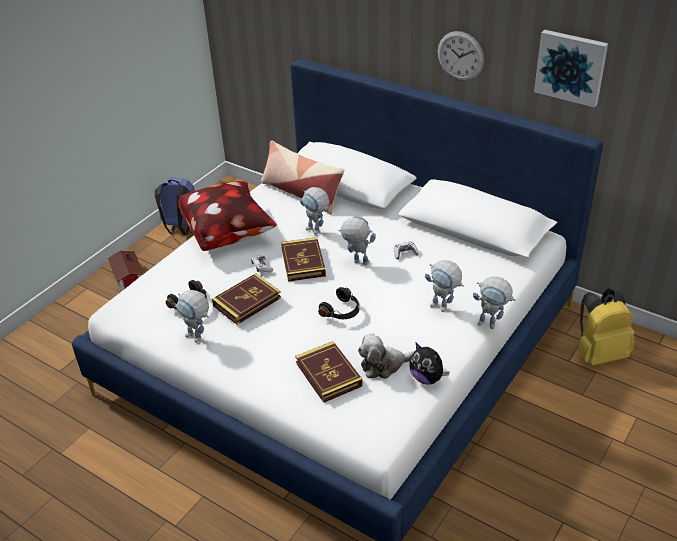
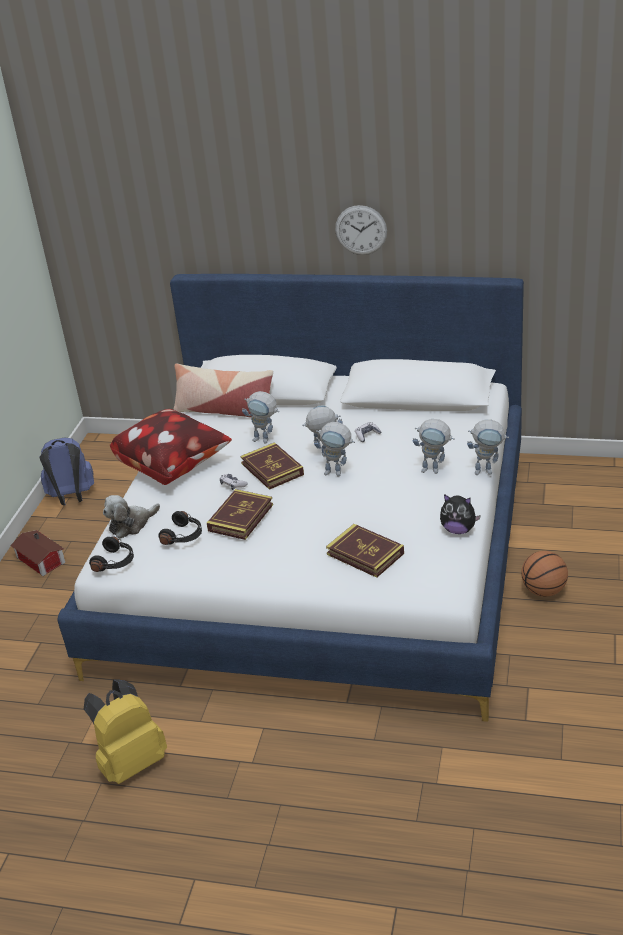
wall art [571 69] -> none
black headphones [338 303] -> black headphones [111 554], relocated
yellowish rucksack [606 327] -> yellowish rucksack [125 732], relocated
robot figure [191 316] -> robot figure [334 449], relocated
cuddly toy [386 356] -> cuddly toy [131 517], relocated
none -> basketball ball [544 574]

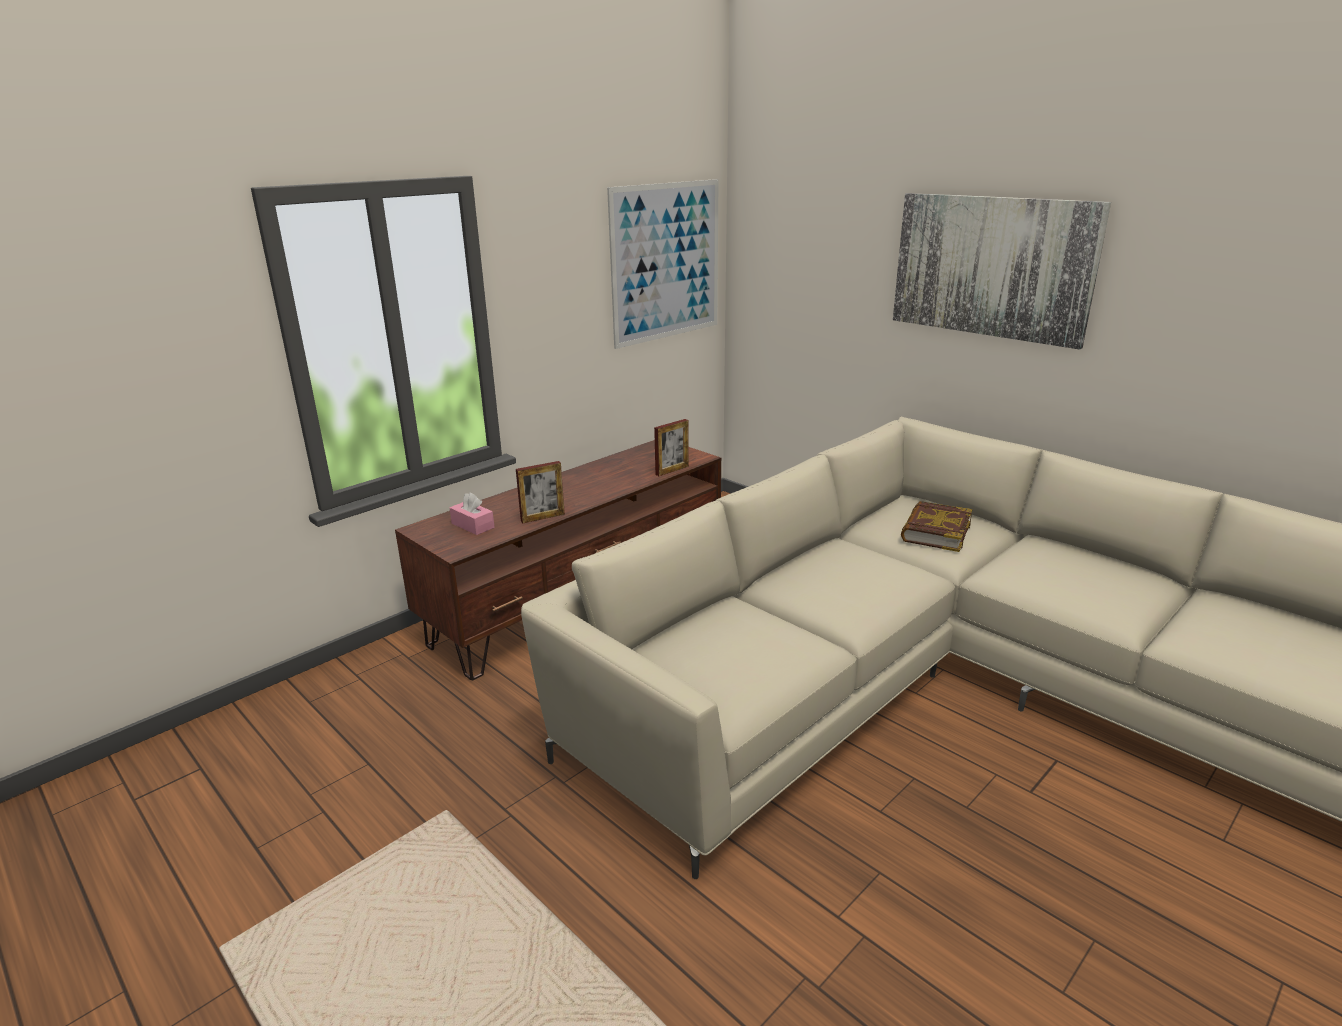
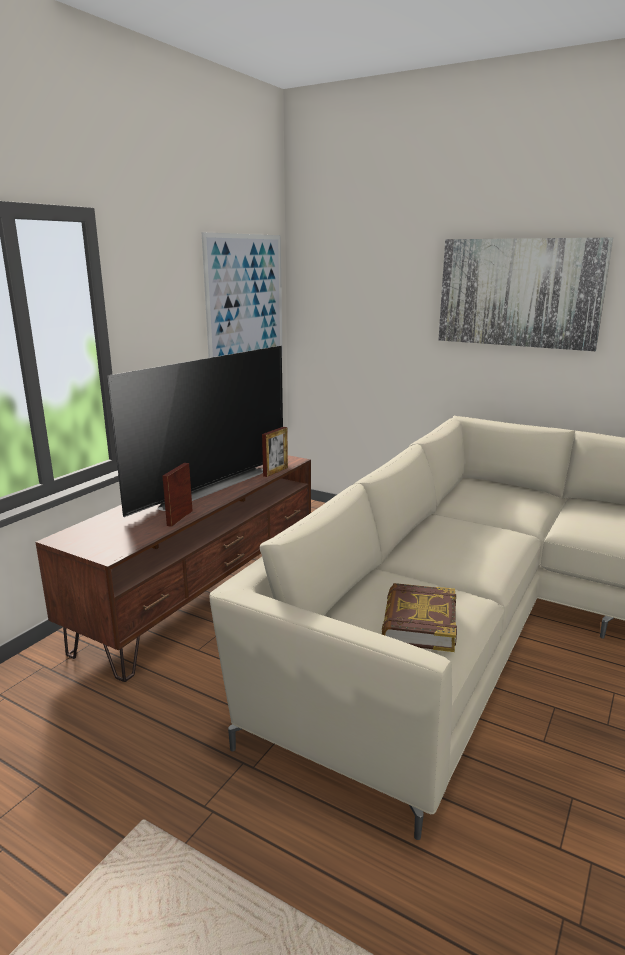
photo frame [540 492] -> photo frame [178 495], 150 degrees clockwise
pink tissue box [472 513] -> none
book [936 526] -> book [419 617], relocated
none -> TV [195 431]

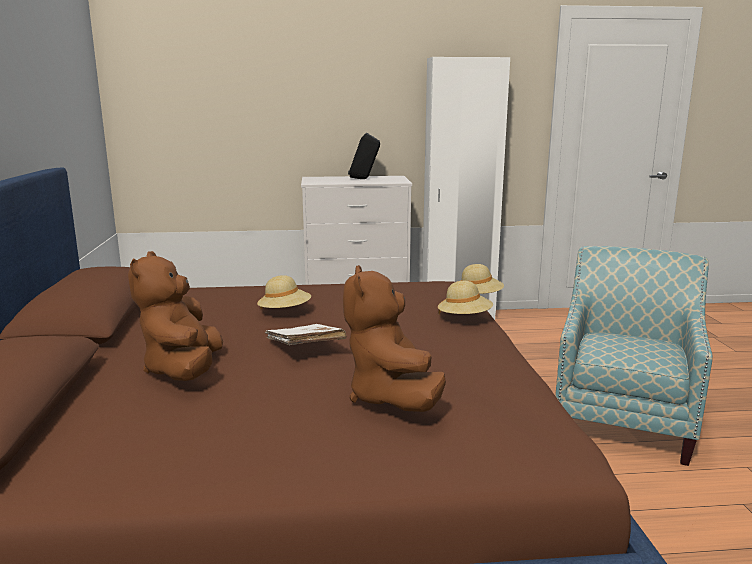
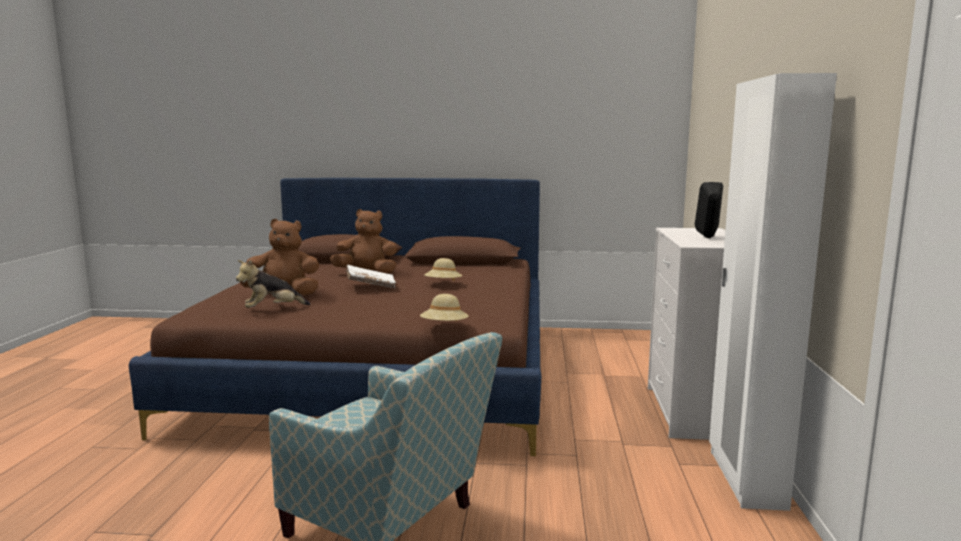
beige-coloured hat [465 297] -> none
none -> cuddly toy [273 284]

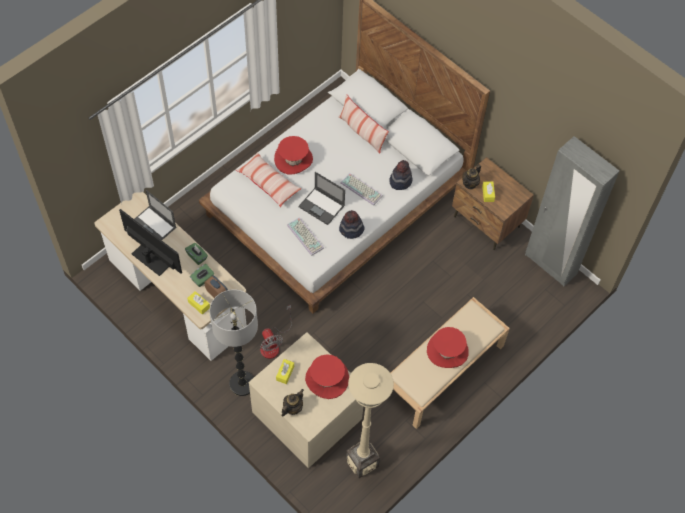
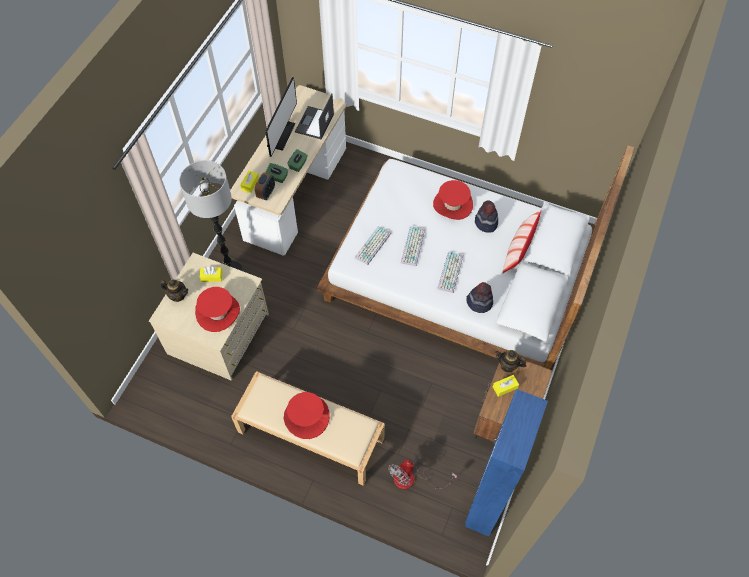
grey clothes cupboard [572 211] -> blue clothes cupboard [506 463]
pillow [268 179] -> none
portable computer [321 198] -> computer keyboard [413 246]
hat [352 224] -> hat [486 216], relocated
electric fan [276 332] -> electric fan [423 474], relocated
beige-coloured standard lamp [370 420] -> none

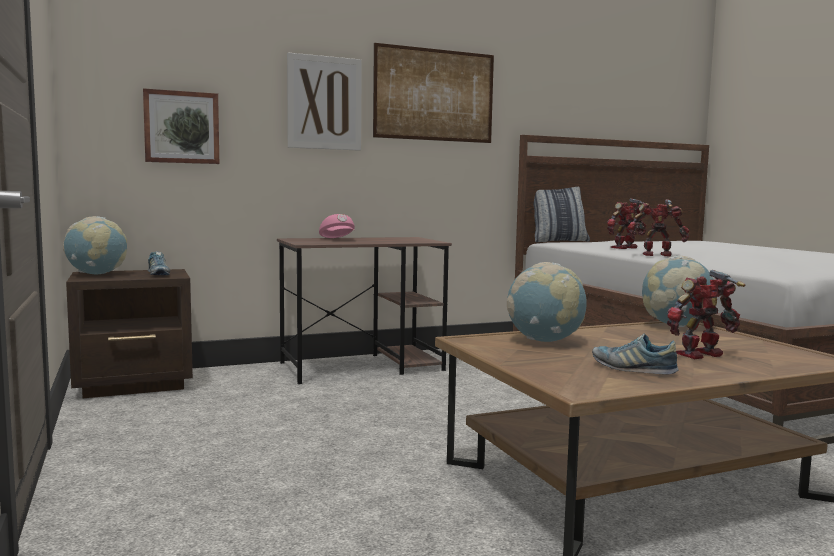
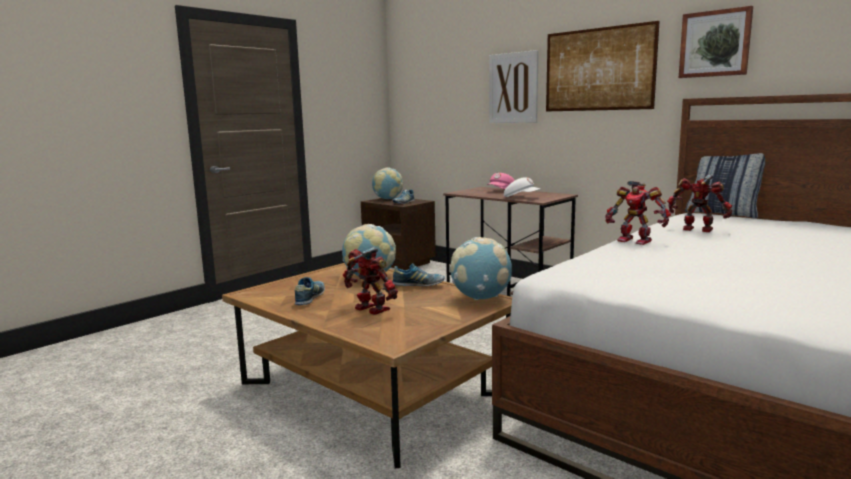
wall art [181 126] -> wall art [716 42], relocated
robot figure [658 227] -> robot figure [638 213], 150 degrees clockwise
none -> white-coloured baseball cap [522 187]
none -> shoe [418 274]

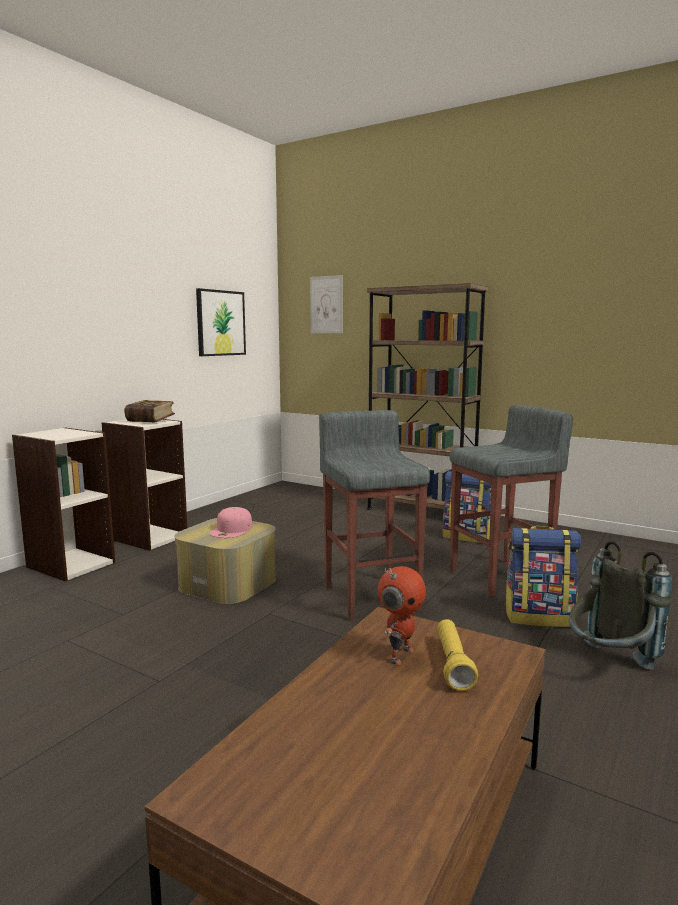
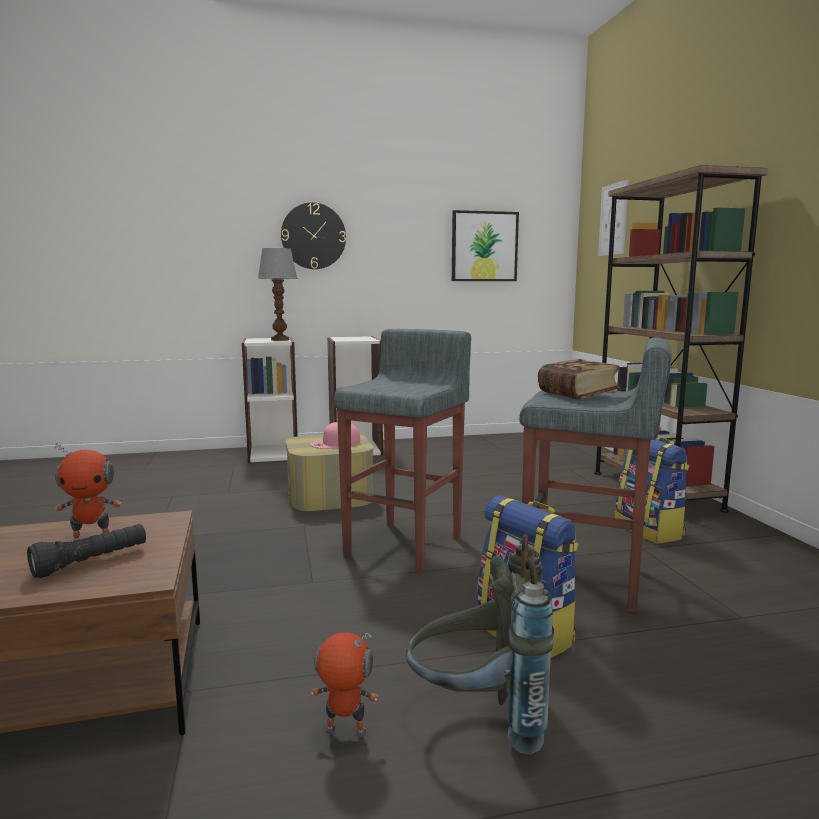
book [149 411] -> book [579 379], relocated
yellowish torch [457 655] -> black torch [86 551]
none -> wall clock [313 235]
none -> lamp for a table [278 294]
none -> robot figure [344 684]

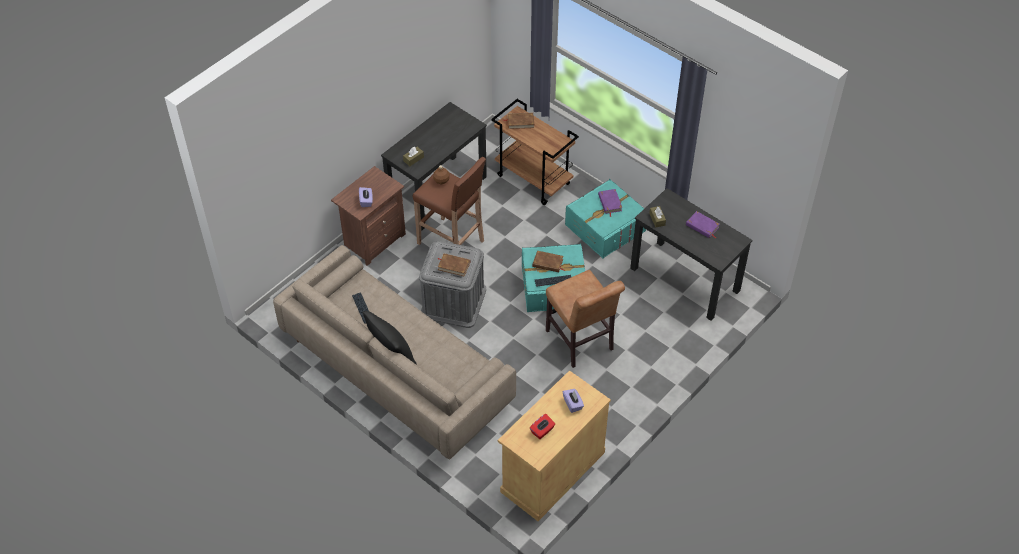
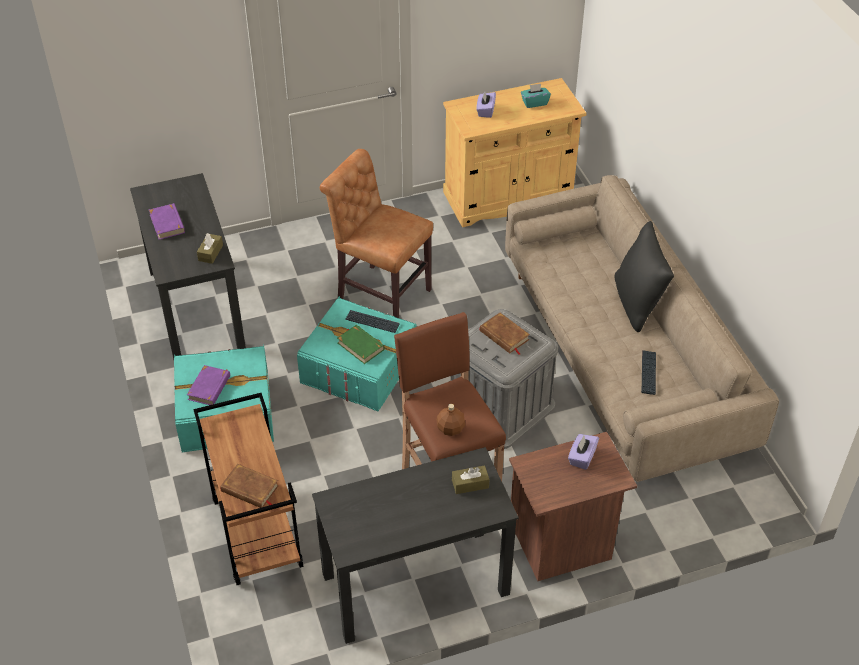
brown-coloured book [548 261] -> green book [360 344]
brown-coloured upright chair [585 319] -> brown-coloured upright chair [376 233], 60 degrees counterclockwise
red tissue box [542 426] -> turquoise tissue box [536 96]

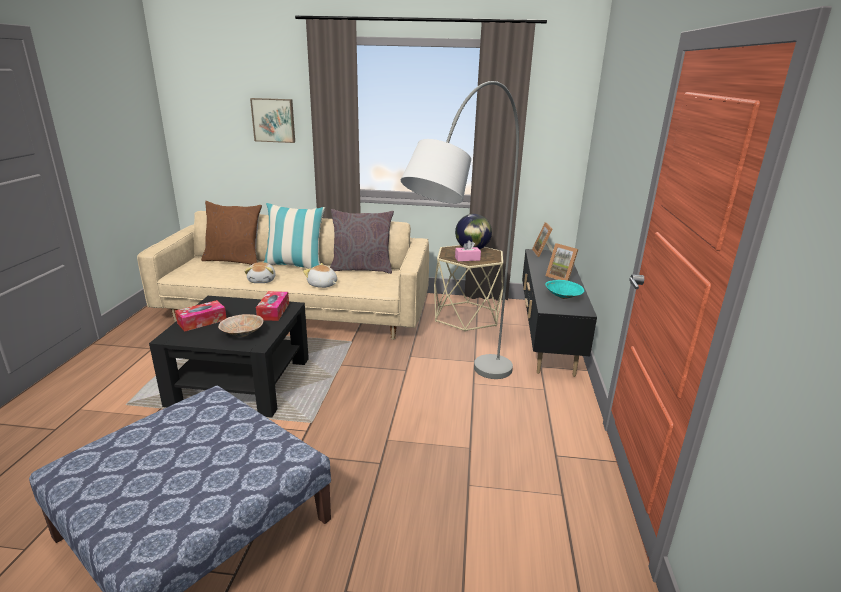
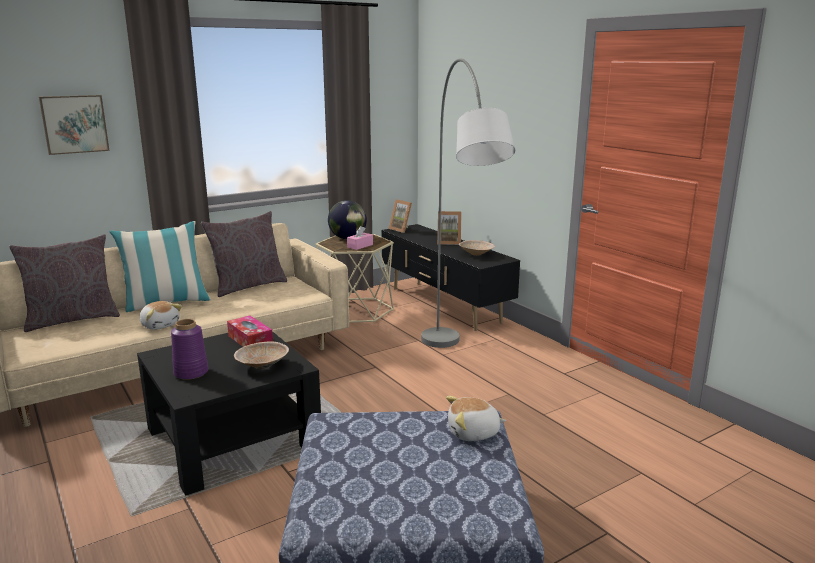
brown-coloured pillow [231 233] -> grey pillow [64 283]
cuddly toy [320 275] -> cuddly toy [476 418], relocated
turquoise deep dish [564 289] -> beige-coloured deep dish [477 248]
tissue box [200 316] -> purple decorative vase [189 349]

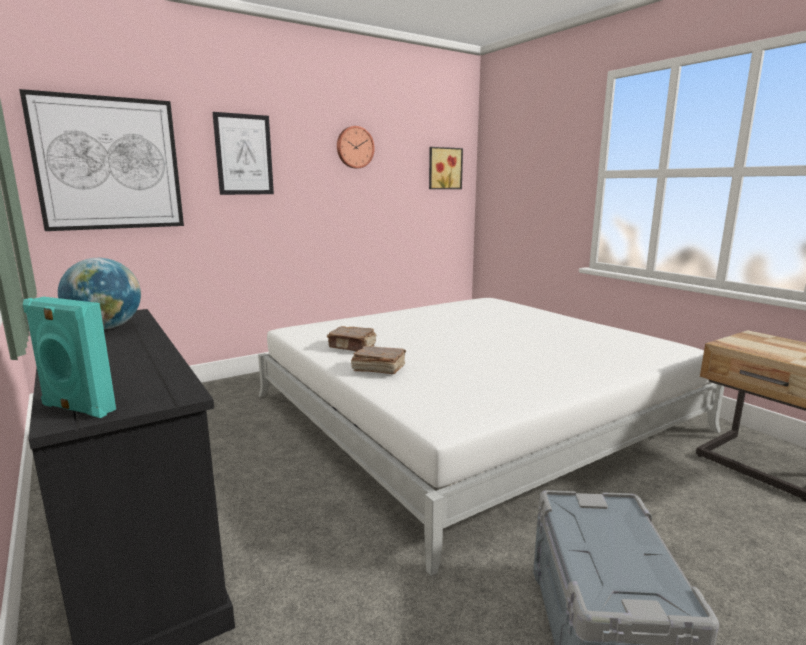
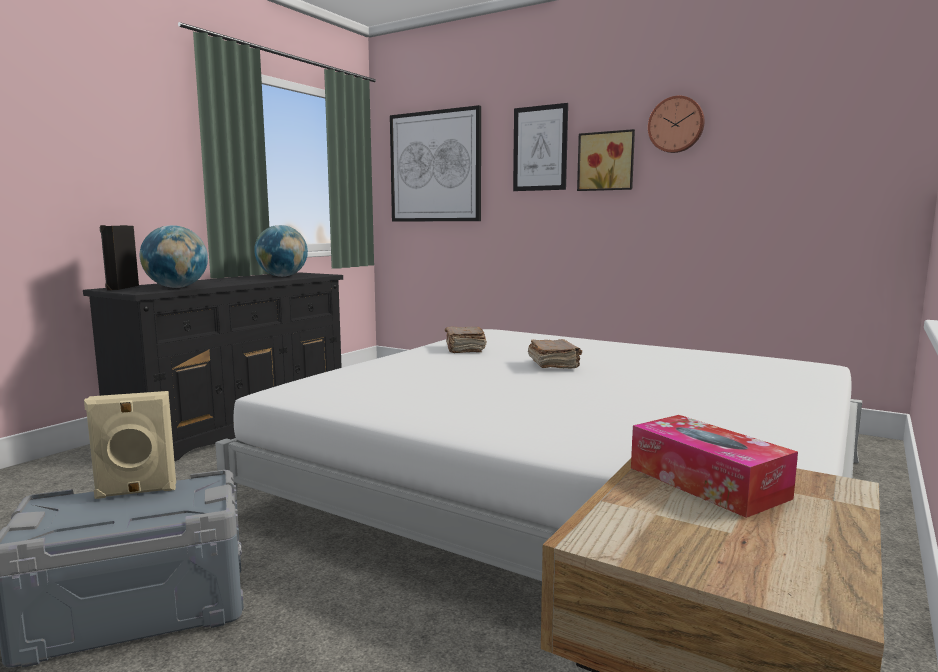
wall art [446 168] -> wall art [606 160], relocated
turquoise speaker [69 357] -> black speaker [119 258]
brown-coloured book [378 360] -> brown-coloured book [555 354], relocated
none -> globe [174 256]
none -> beige-coloured speaker [130 445]
none -> tissue box [714 466]

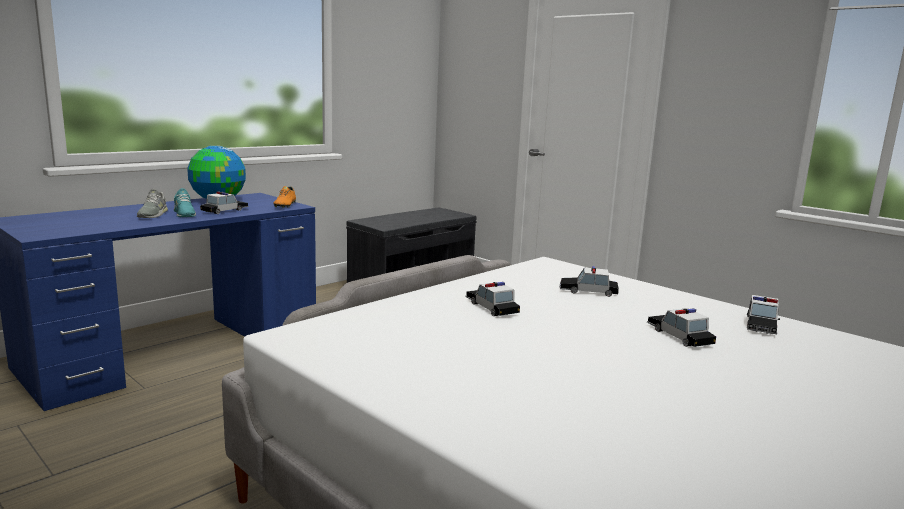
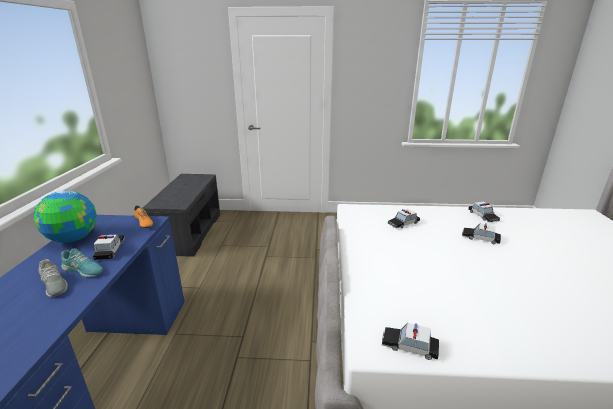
toy car [492 299] -> toy car [410 341], relocated

